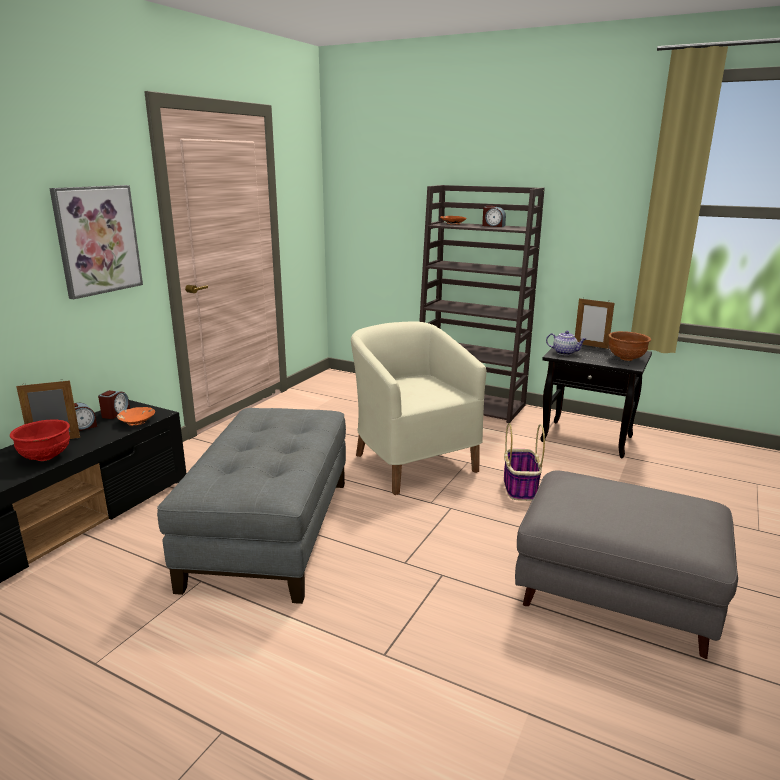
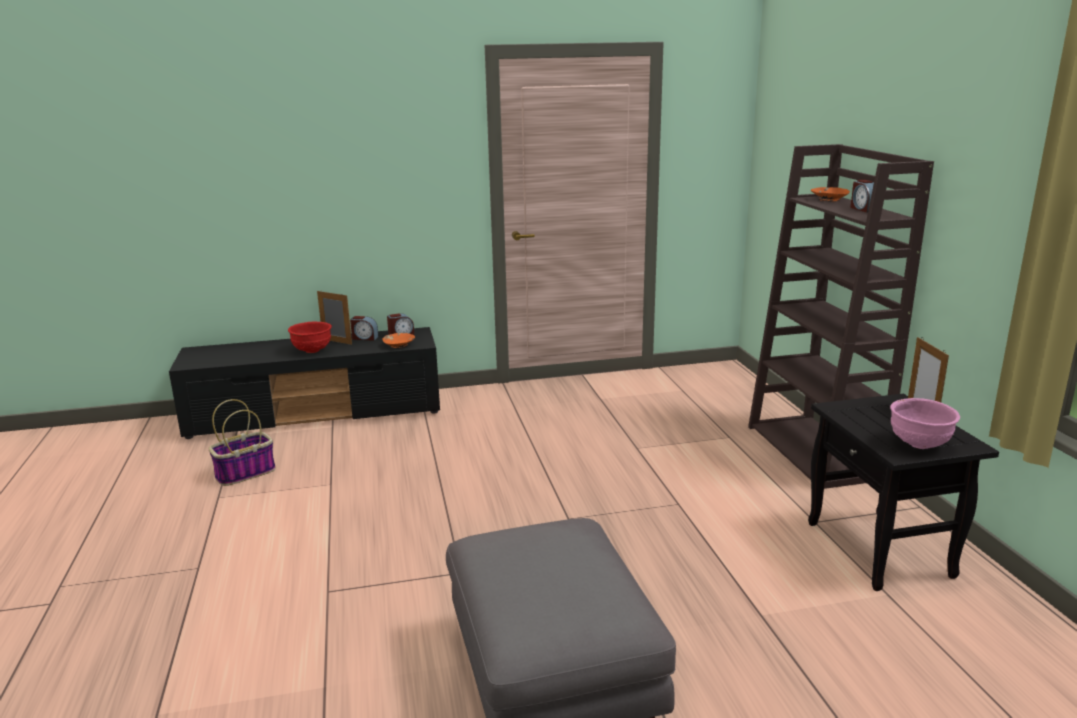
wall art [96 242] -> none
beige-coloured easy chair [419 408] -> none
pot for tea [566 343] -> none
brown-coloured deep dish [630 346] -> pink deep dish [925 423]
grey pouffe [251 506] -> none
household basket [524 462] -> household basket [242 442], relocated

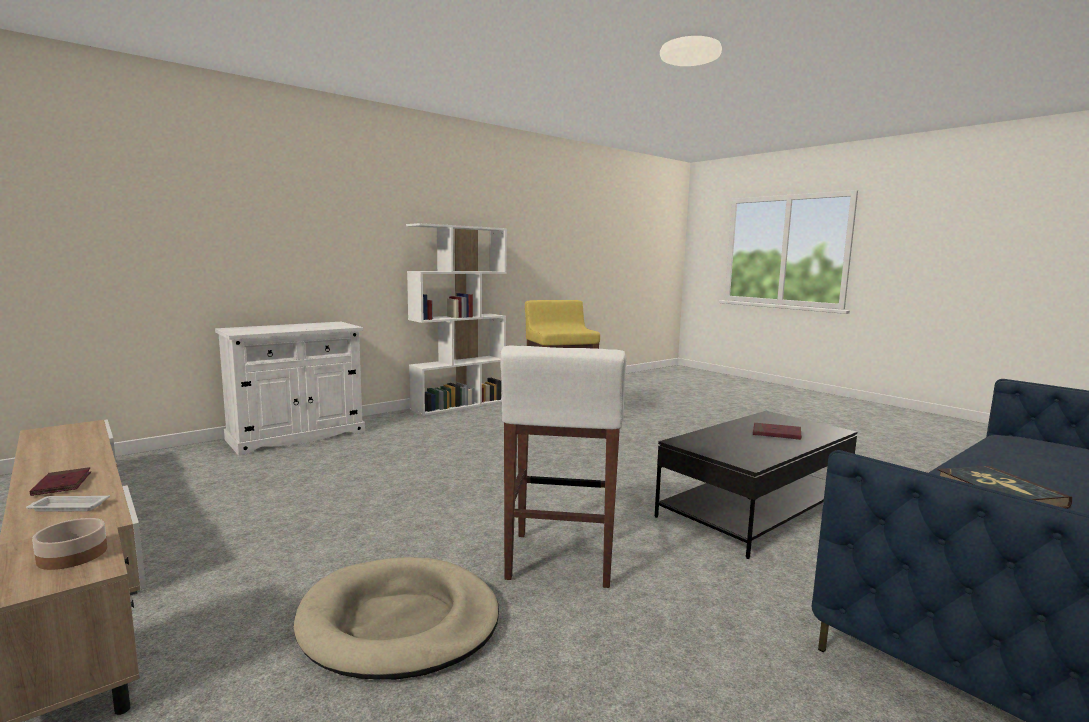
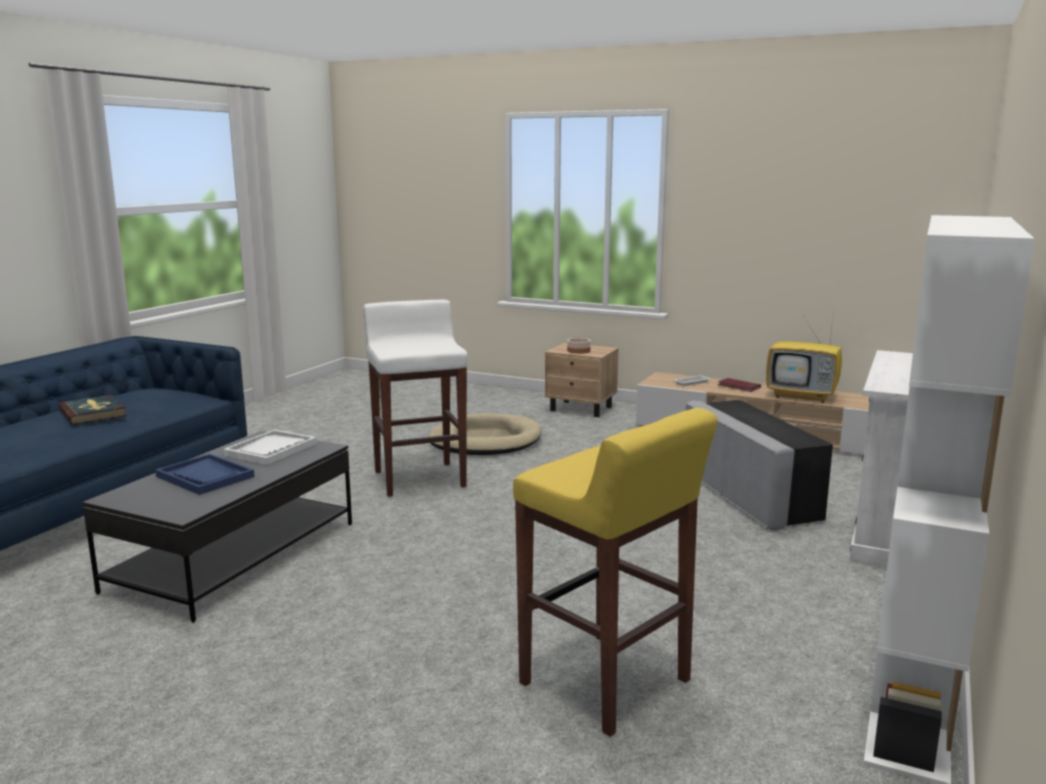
red book [777 431] -> blue serving tray [205 474]
none -> TV [804 355]
none -> grey pouffe [759 465]
none -> white-coloured serving tray [270 447]

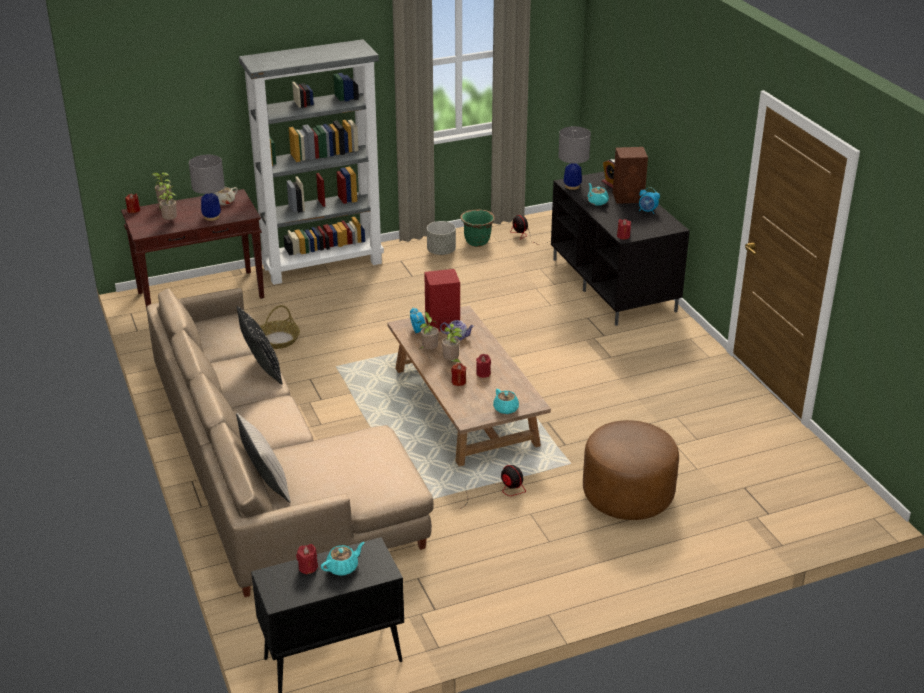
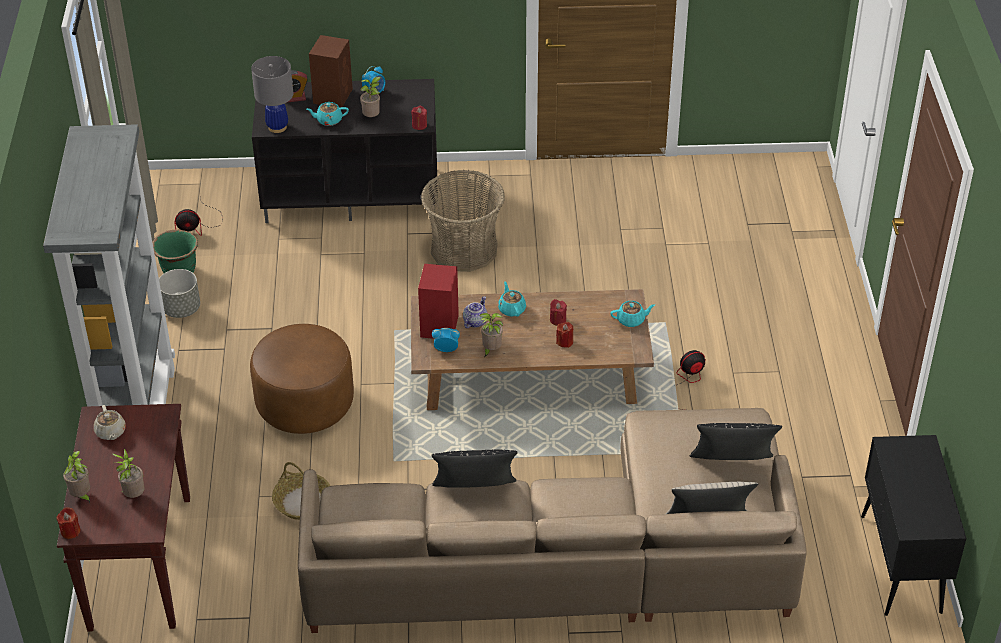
grey lamp for a table [207 188] -> none
houseplant [452 343] -> houseplant [370 97], relocated
brown-coloured pouffe [631 470] -> brown-coloured pouffe [302 379], relocated
turquoise pot for tea [343 559] -> turquoise pot for tea [512 299], relocated
red candle [307 559] -> none
none -> household basket [463 221]
none -> black pillow [736 441]

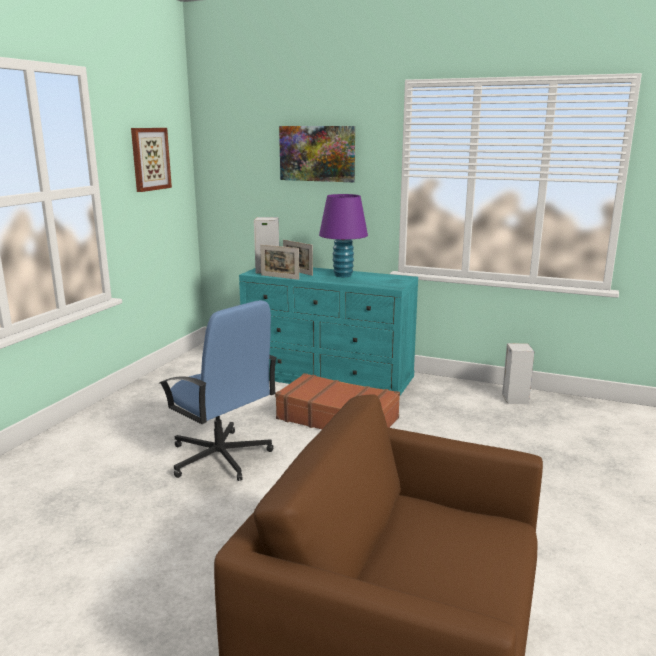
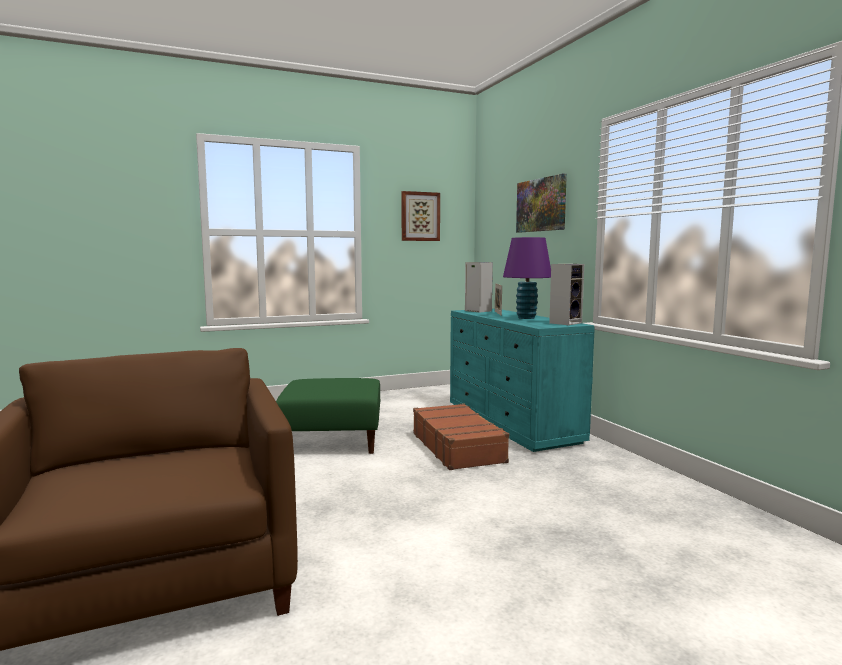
photo frame [279 262] -> none
blue desk chair [218 390] -> green pouffe [328 416]
speaker [518 373] -> speaker [566 294], relocated

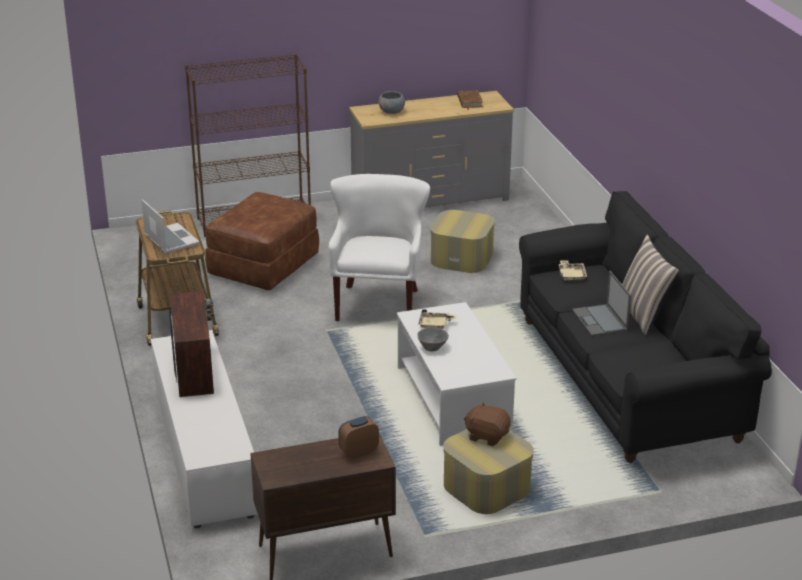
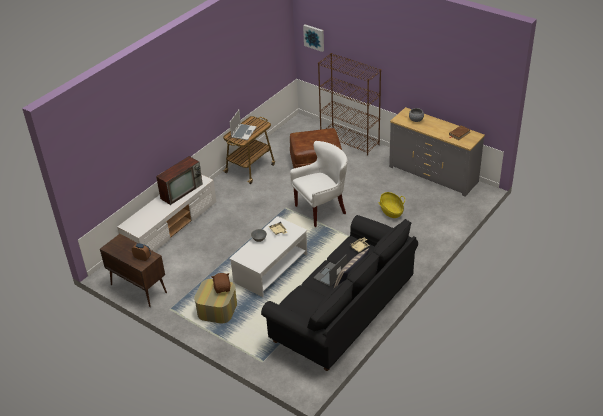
pouffe [462 241] -> household basket [391 205]
none -> wall art [313 38]

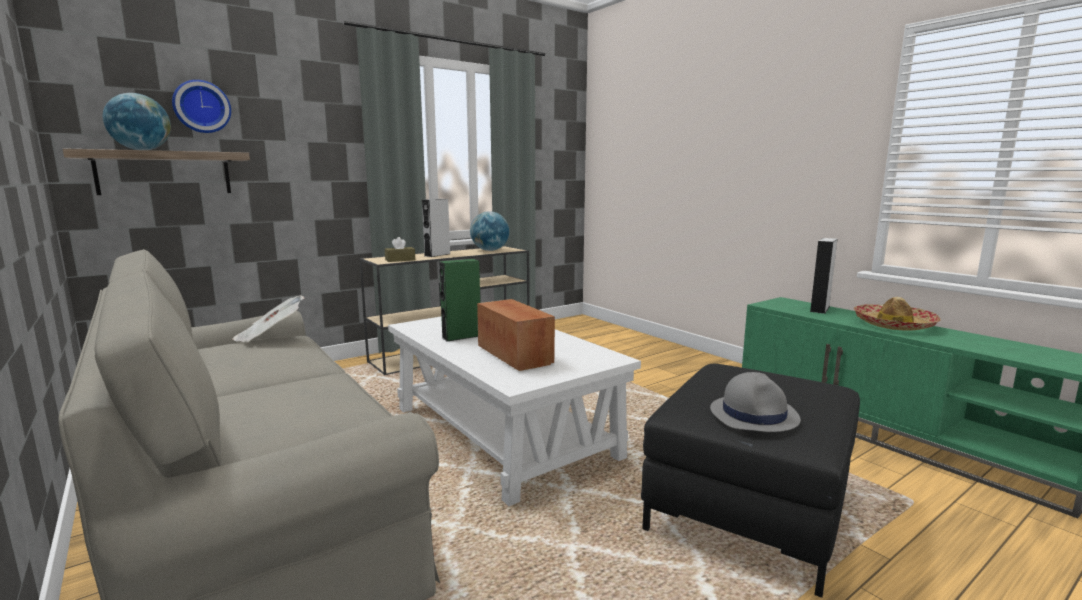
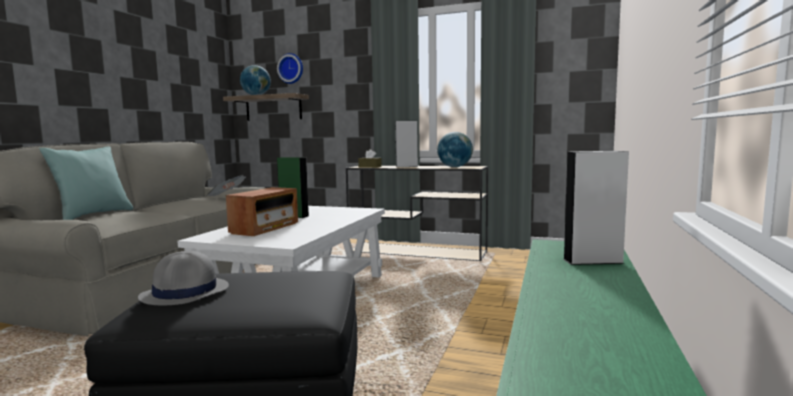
hat [897 314] -> none
none -> turquoise pillow [86 183]

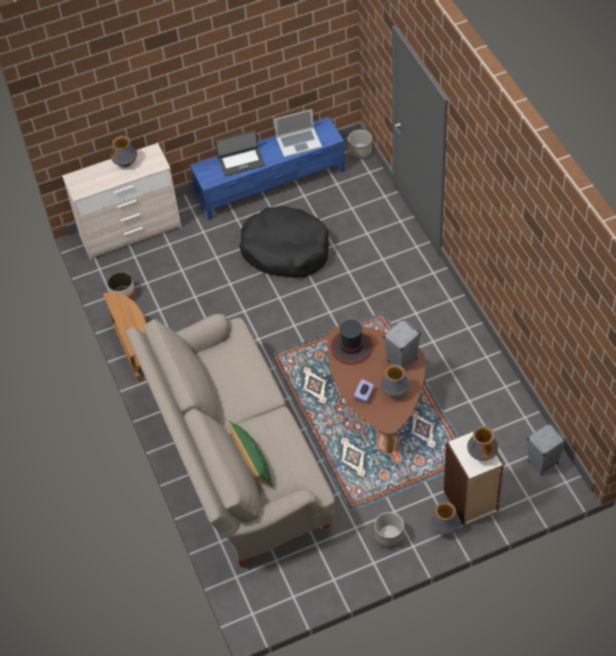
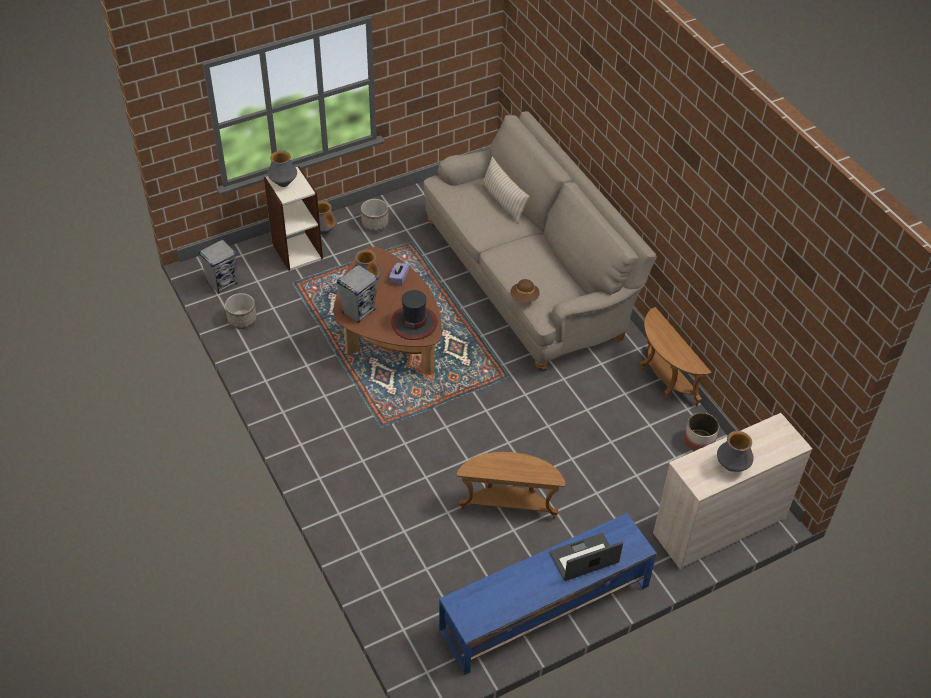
portable computer [298 133] -> none
planter [360 144] -> planter [241 311], relocated
black dog cushion [284 242] -> brown-coloured end table [511 485]
green pillow [250 454] -> beige-coloured pillow [505 190]
none -> brown-coloured hat [525 290]

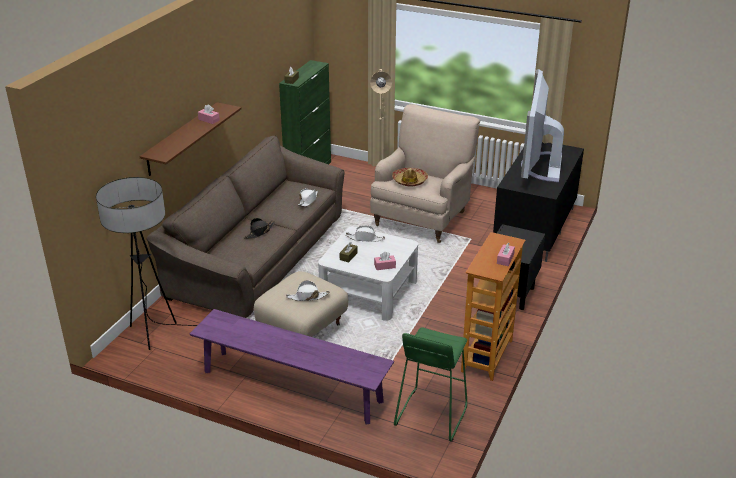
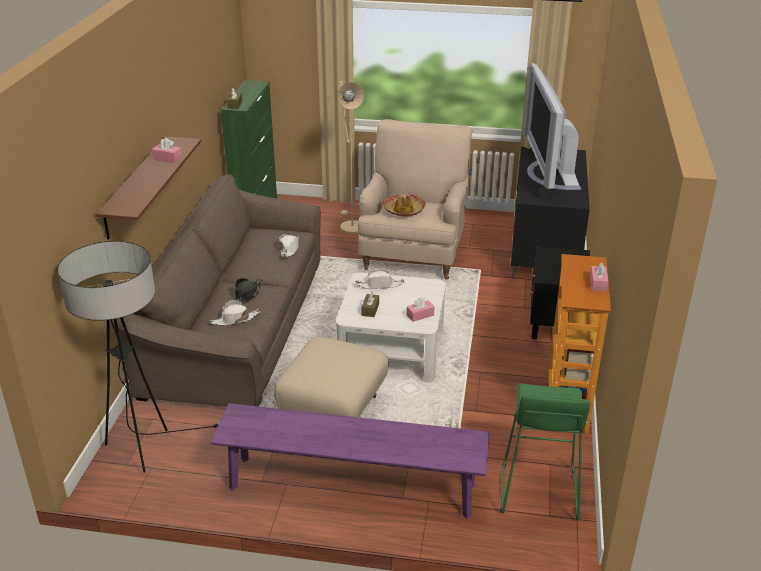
white-coloured hat [307 290] -> white-coloured hat [235 313], relocated

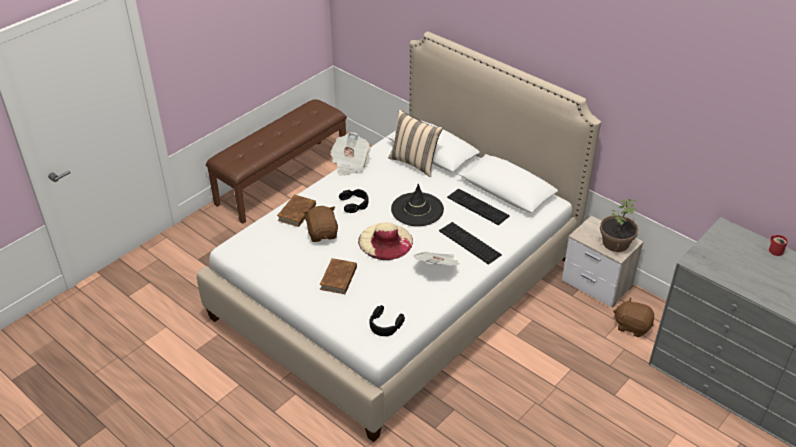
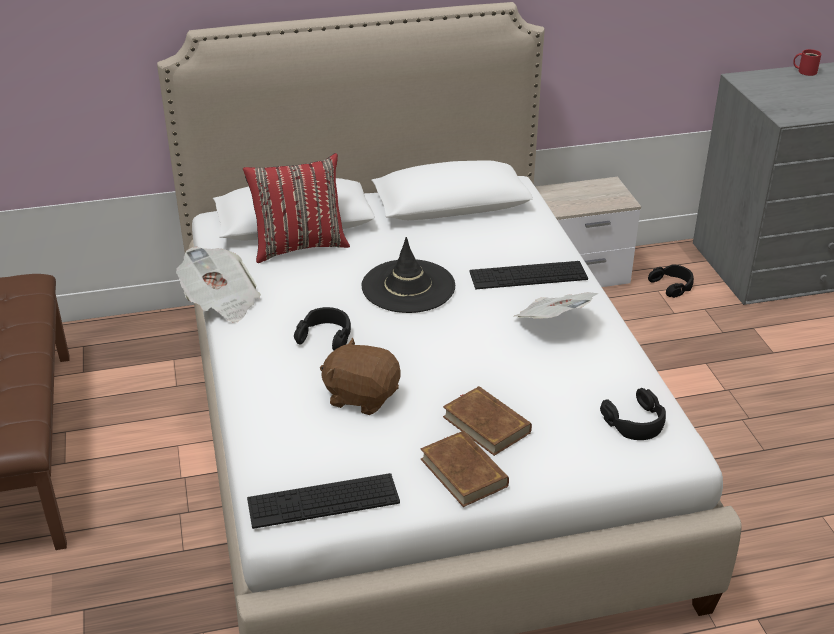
beige-coloured pillow [415 144] -> red pillow [296 208]
computer keyboard [478 207] -> computer keyboard [323 501], relocated
brown-coloured book [296 211] -> brown-coloured book [464 468], relocated
houseplant [619 225] -> none
beige-coloured hat [385 241] -> none
brown-coloured cuddly toy [633 317] -> black headphones [671 281]

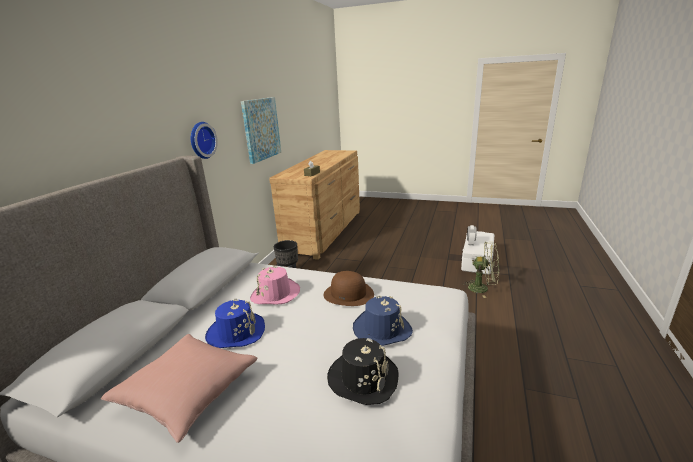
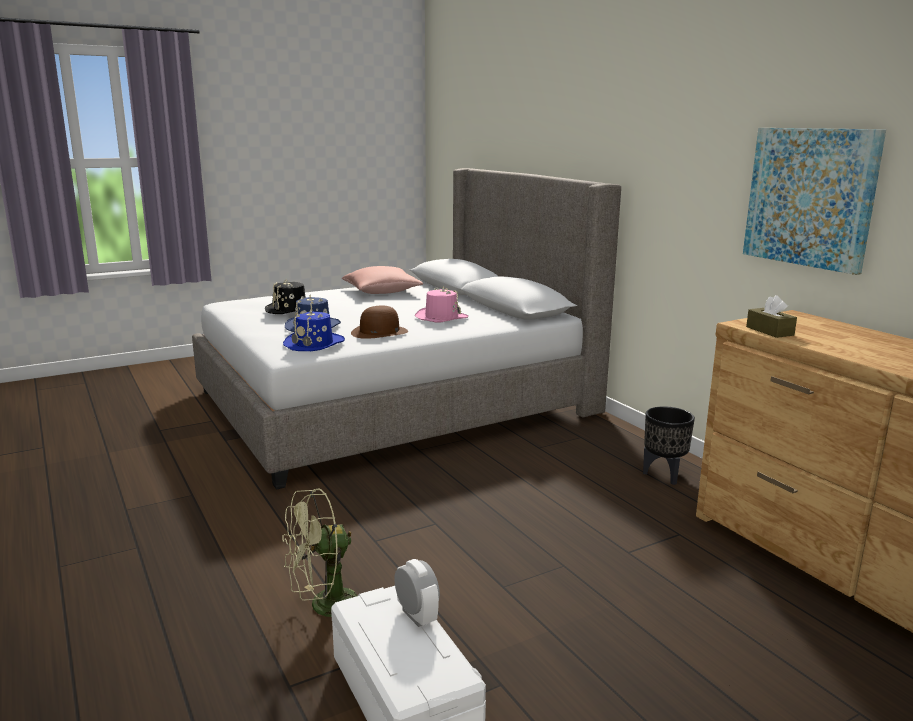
wall clock [204 140] -> none
blue hat [235 323] -> blue hat [314 330], relocated

